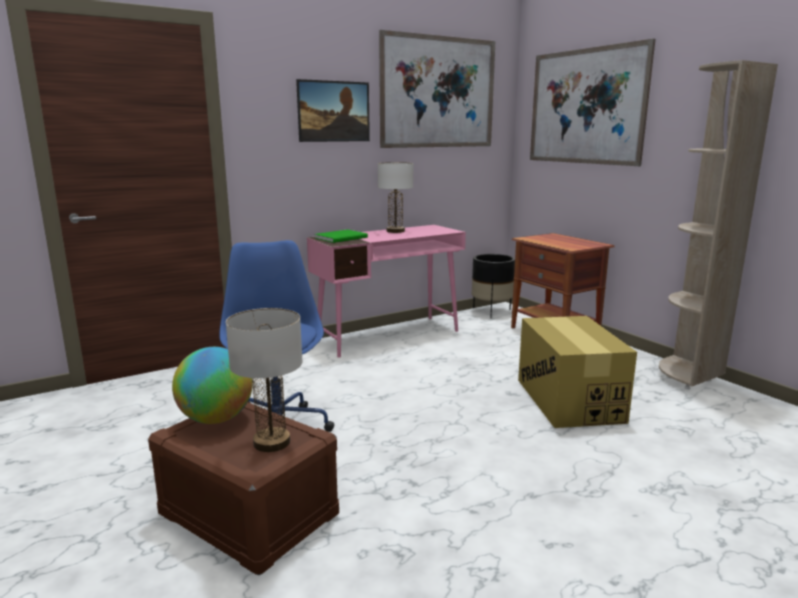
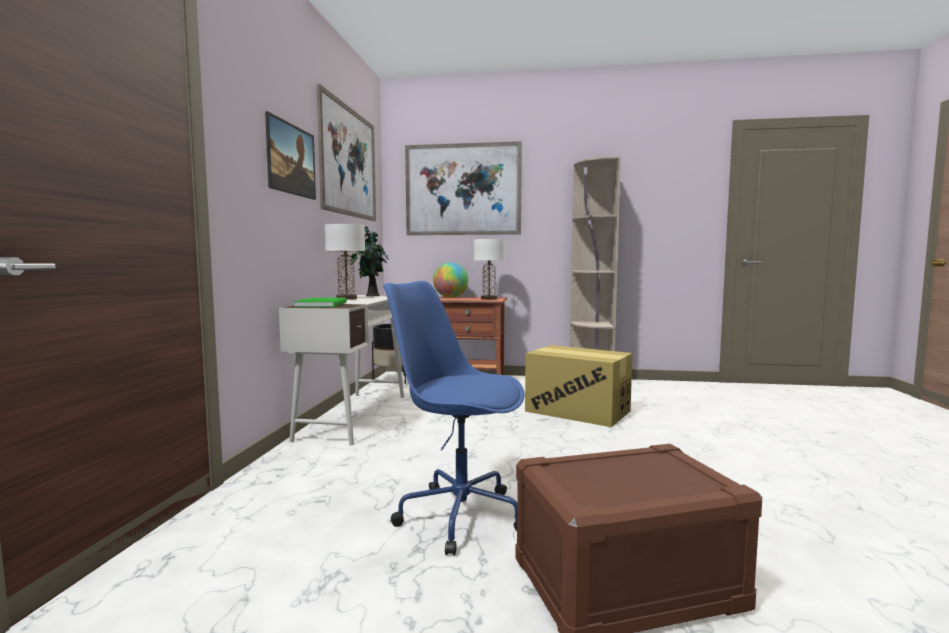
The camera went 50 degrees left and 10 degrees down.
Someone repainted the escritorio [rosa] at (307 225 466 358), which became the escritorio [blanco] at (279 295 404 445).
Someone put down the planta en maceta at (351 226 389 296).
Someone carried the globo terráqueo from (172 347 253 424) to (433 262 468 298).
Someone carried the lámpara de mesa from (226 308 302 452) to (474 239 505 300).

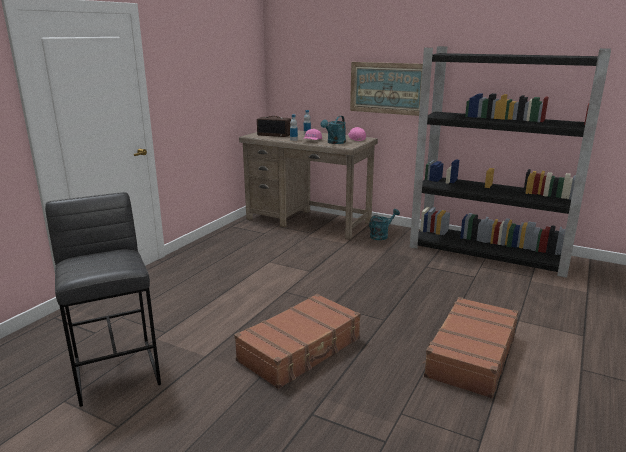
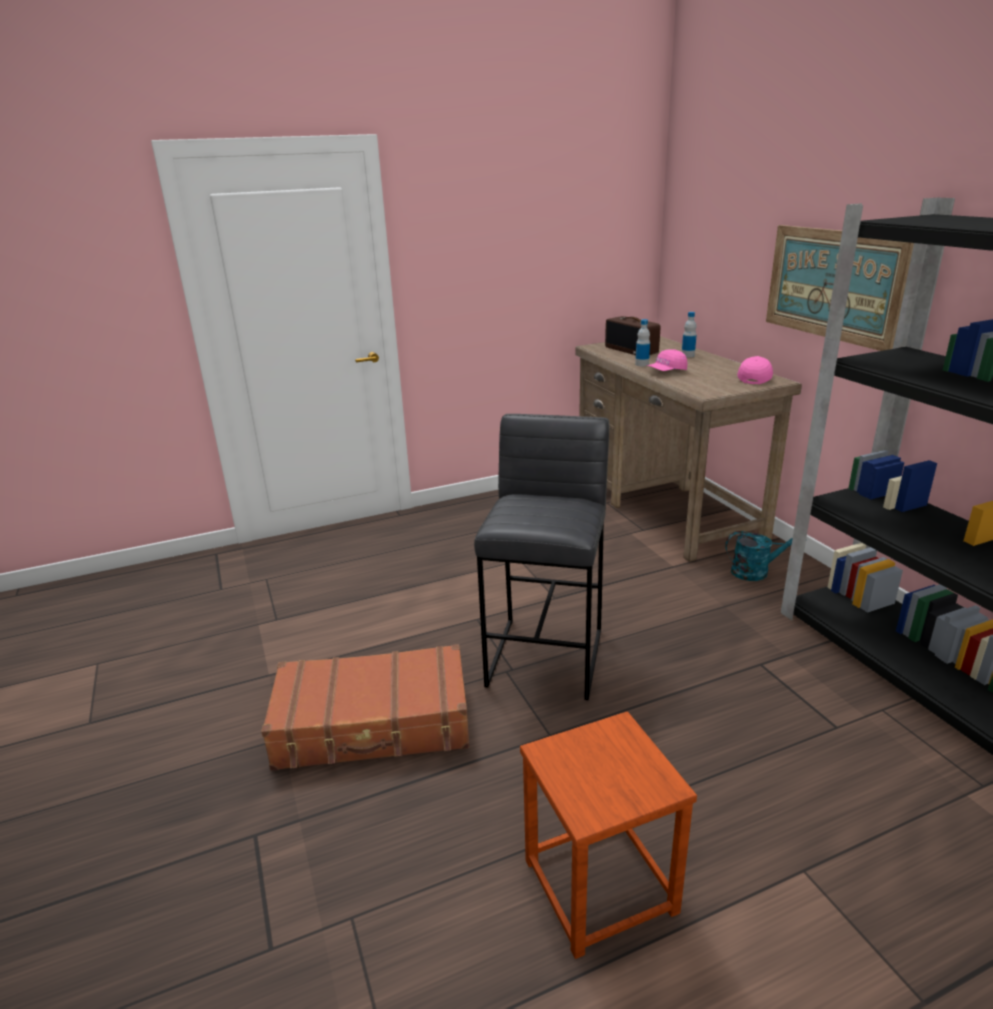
The camera went 40 degrees right and 5 degrees up.
Someone carried the taburete [gris] from (45 192 161 407) to (474 414 609 700).
Someone swapped the maleta [marrón] at (422 297 518 398) for the taburete [marrón] at (520 711 697 959).
Someone took away the regadera [turquesa] at (320 116 346 144).

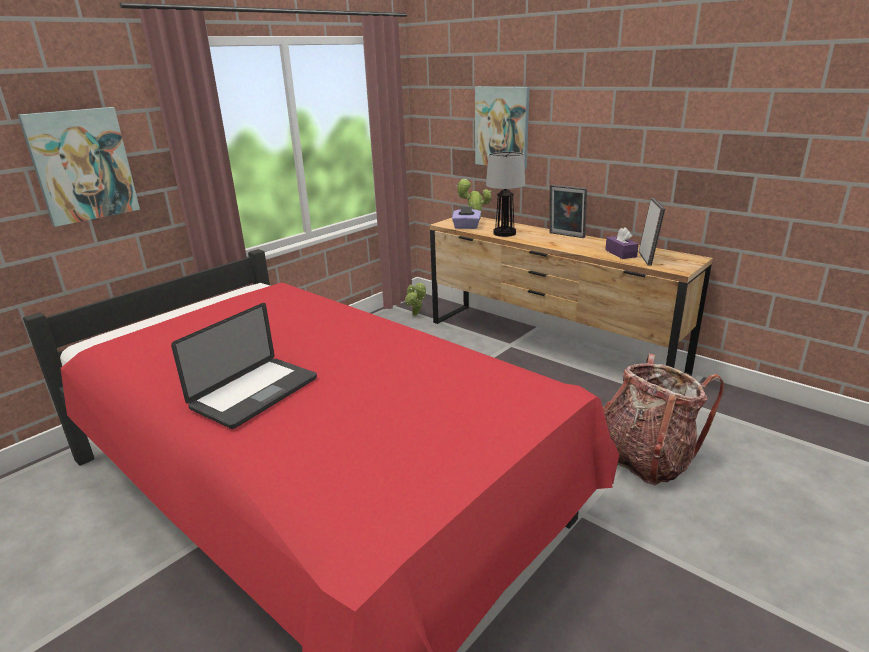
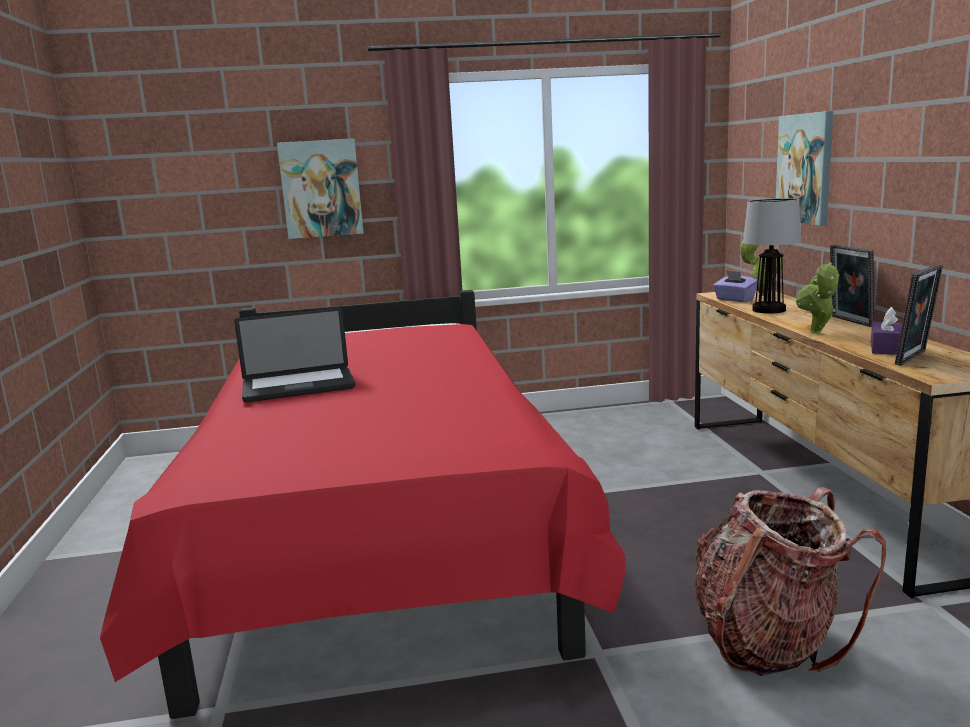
The camera went 40 degrees right and 10 degrees down.
Someone carried the planta en maceta from (405 282 426 316) to (796 262 839 334).

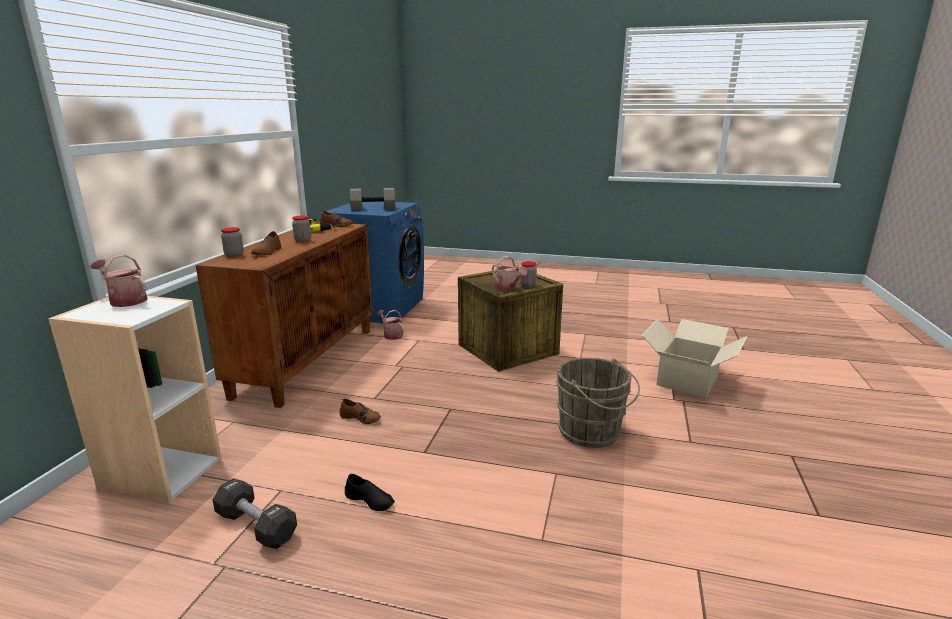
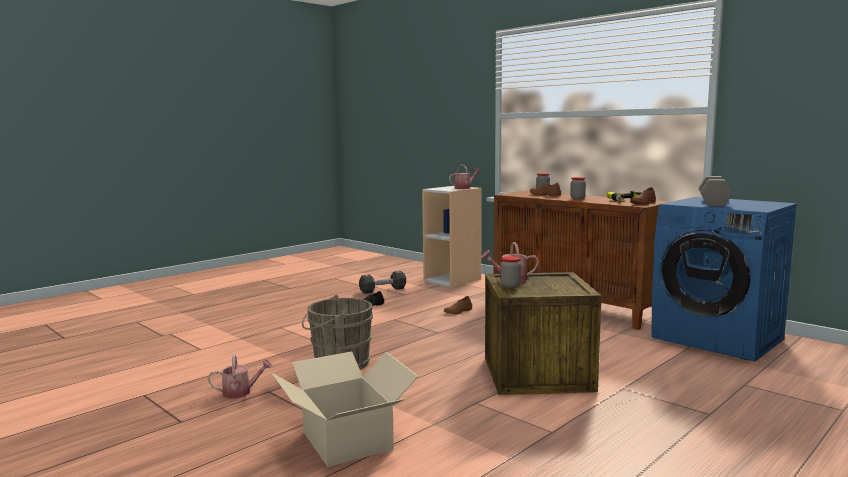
The camera went 120 degrees right and 10 degrees down.
Someone carried the regadera from (377 310 404 340) to (208 354 273 399).

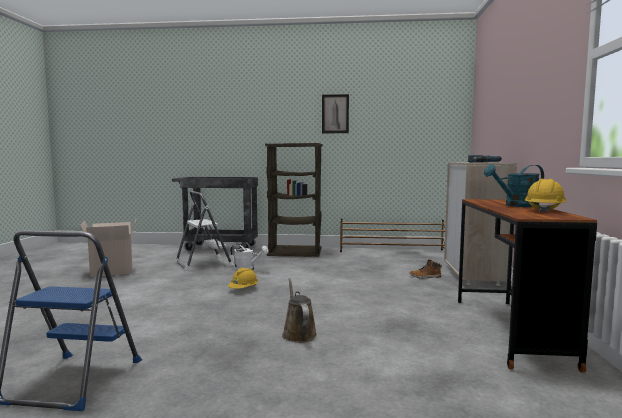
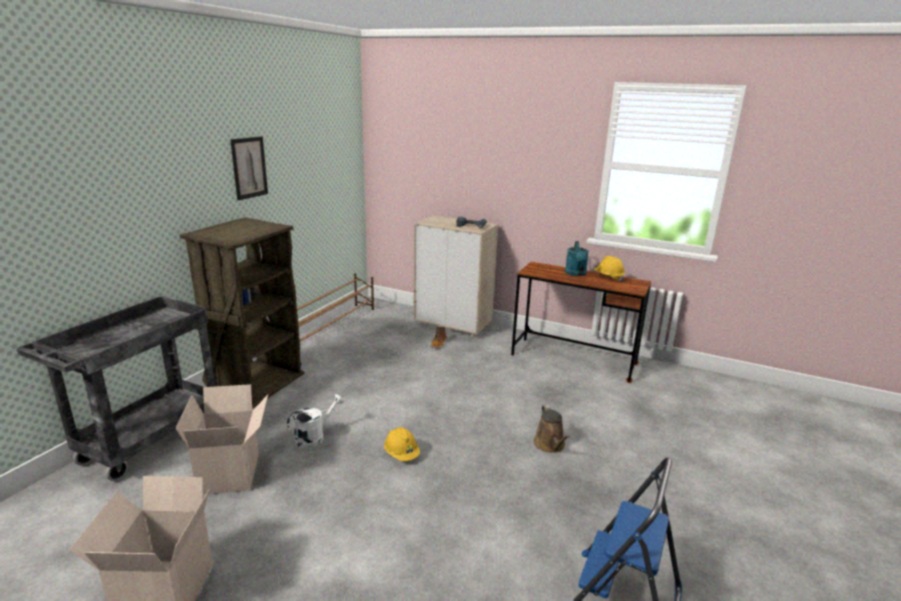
The camera went 70 degrees left and 15 degrees up.
Someone swapped the escalera de tijera [blanco] at (175 191 234 271) for the caja de cartón at (176 384 268 495).
Someone rotated the regadera [marrón] at (282 278 317 343) by 105 degrees counterclockwise.

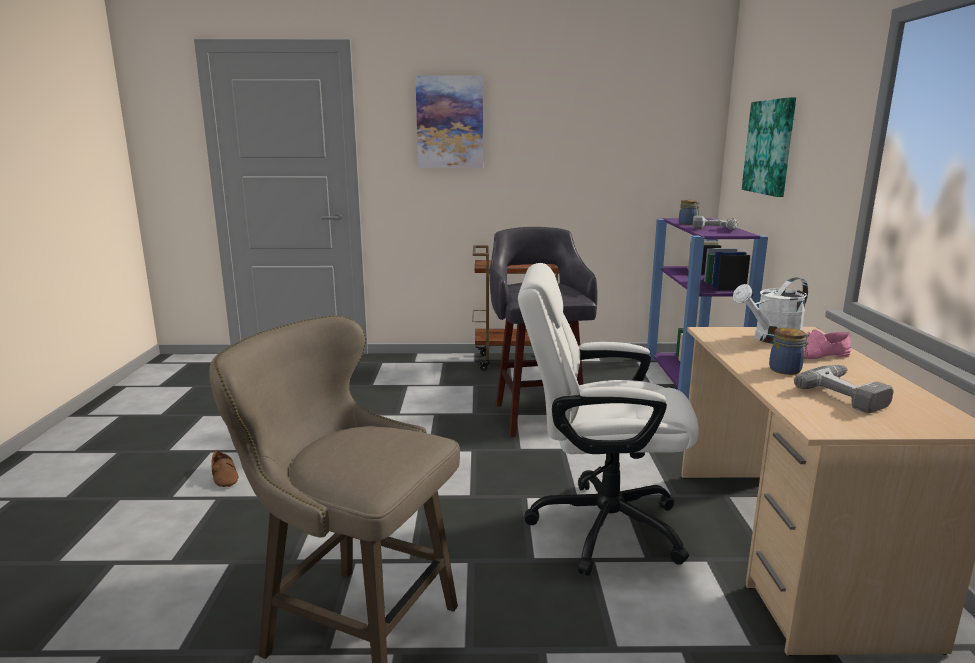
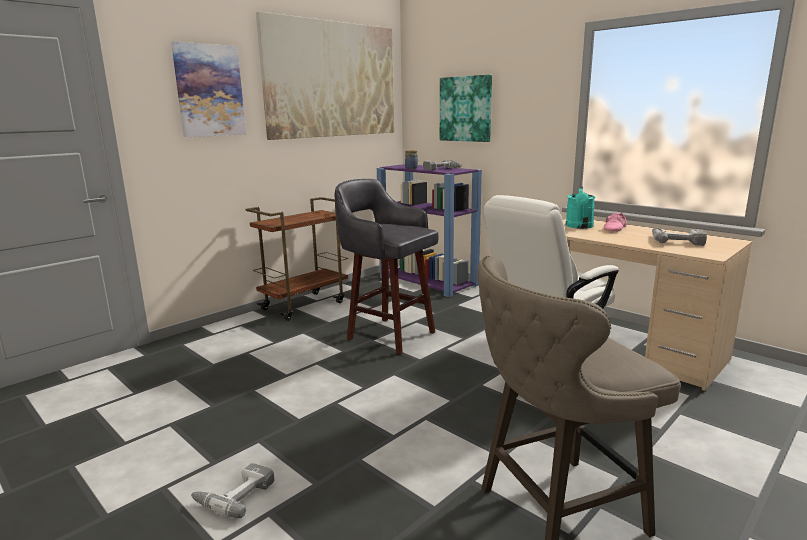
The camera went 45 degrees left and 0 degrees up.
Someone swapped the zapato [marrón] at (211 450 238 487) for the taladro at (191 463 275 518).
Someone put up the cuadro at (256 11 394 140).
Someone repainted the regadera [blanco] at (733 277 808 344), which became the regadera [turquesa] at (565 186 595 229).
Someone took away the tarro at (769 328 809 375).

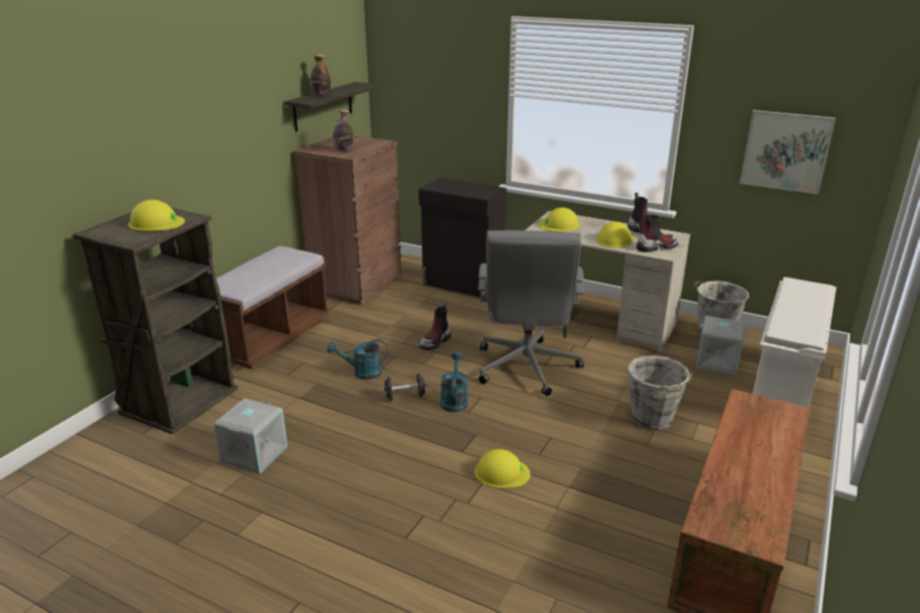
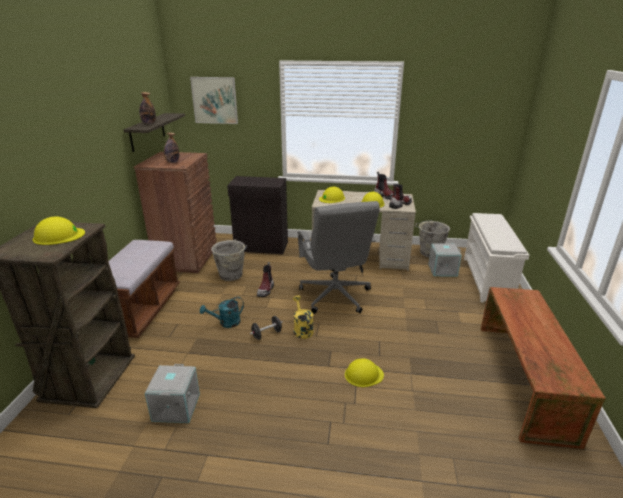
The camera went 20 degrees left and 0 degrees up.
Someone carried the cuadro from (740 110 836 194) to (190 77 238 124).
Someone carried the cubo [gris] from (628 355 692 430) to (211 240 247 281).
Someone repainted the regadera [turquesa] at (440 352 468 412), which became the regadera [amarillo] at (293 296 313 339).

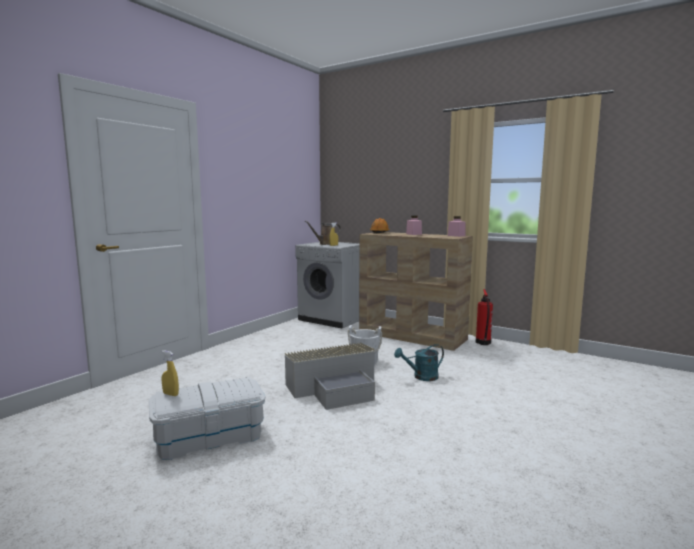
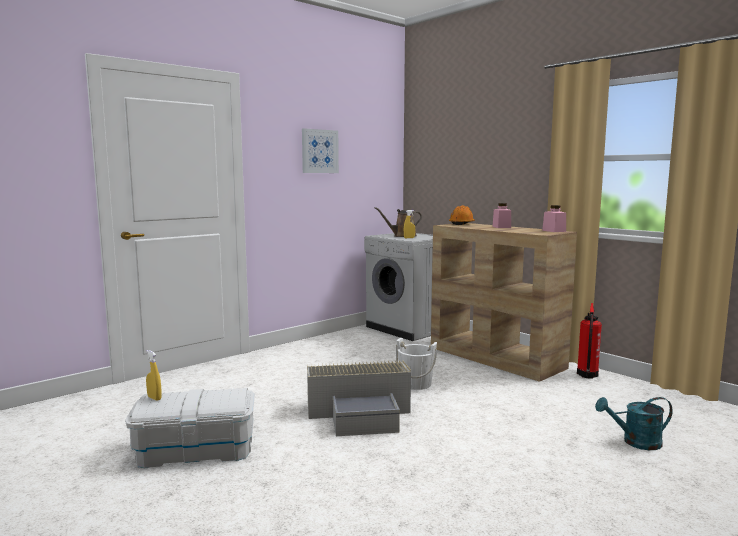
The camera went 15 degrees right and 0 degrees up.
Someone put up the cuadro at (302 128 339 173).
Someone carried the regadera [turquesa] from (394 344 444 381) to (595 397 673 450).

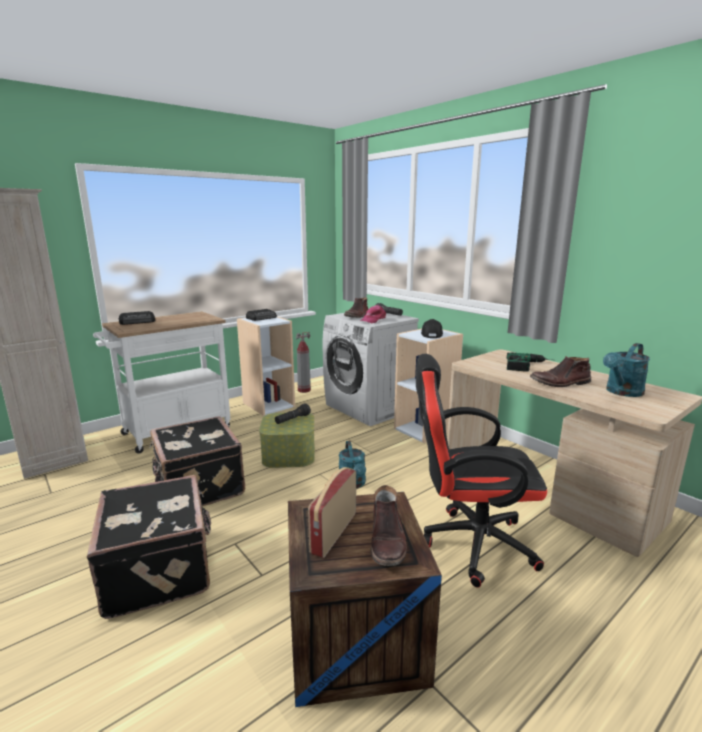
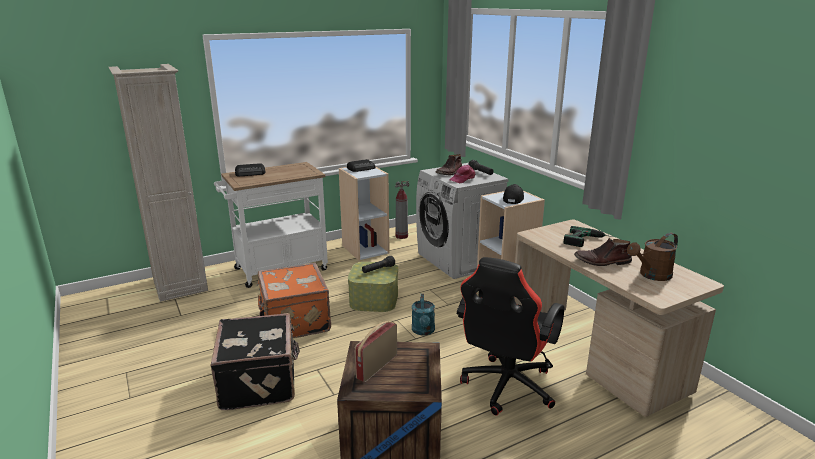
The camera went 10 degrees right and 5 degrees up.
Someone repainted the maleta [negro] at (150 416 245 506), which became the maleta [naranja] at (257 263 331 338).
Someone rotated the silla de oficina [negro] at (416 354 547 588) by 75 degrees counterclockwise.
Someone repainted the regadera [turquesa] at (603 343 650 397), which became the regadera [marrón] at (627 233 678 281).
Someone took away the bota [marrón] at (371 485 407 566).

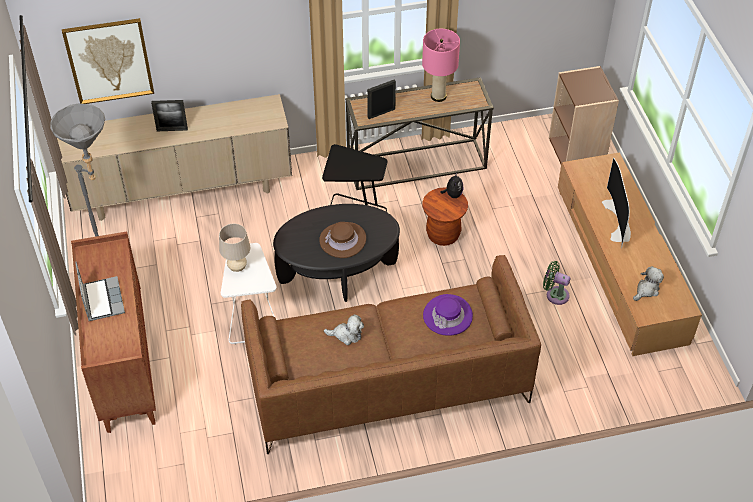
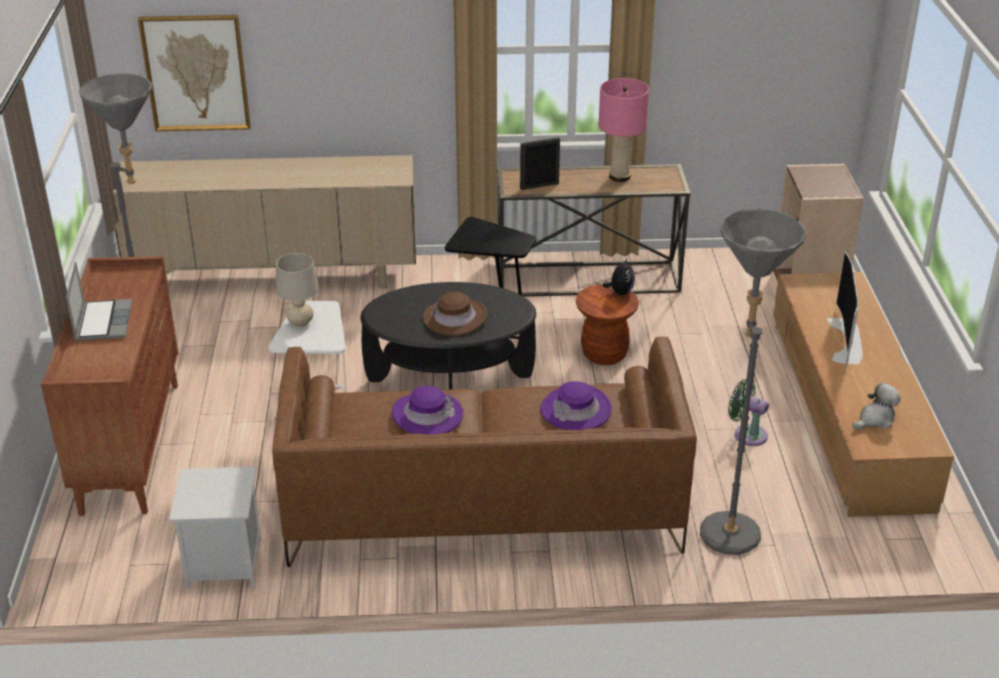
The camera went 10 degrees right and 15 degrees down.
Someone put down the mesita de noche [gris] at (169 467 261 589).
Someone swapped the peluche at (324 314 364 345) for the sombrero [morado] at (392 386 463 435).
Someone put down the lámpara de pie [gris] at (700 208 807 555).
Someone took away the portarretratos at (151 100 188 131).

